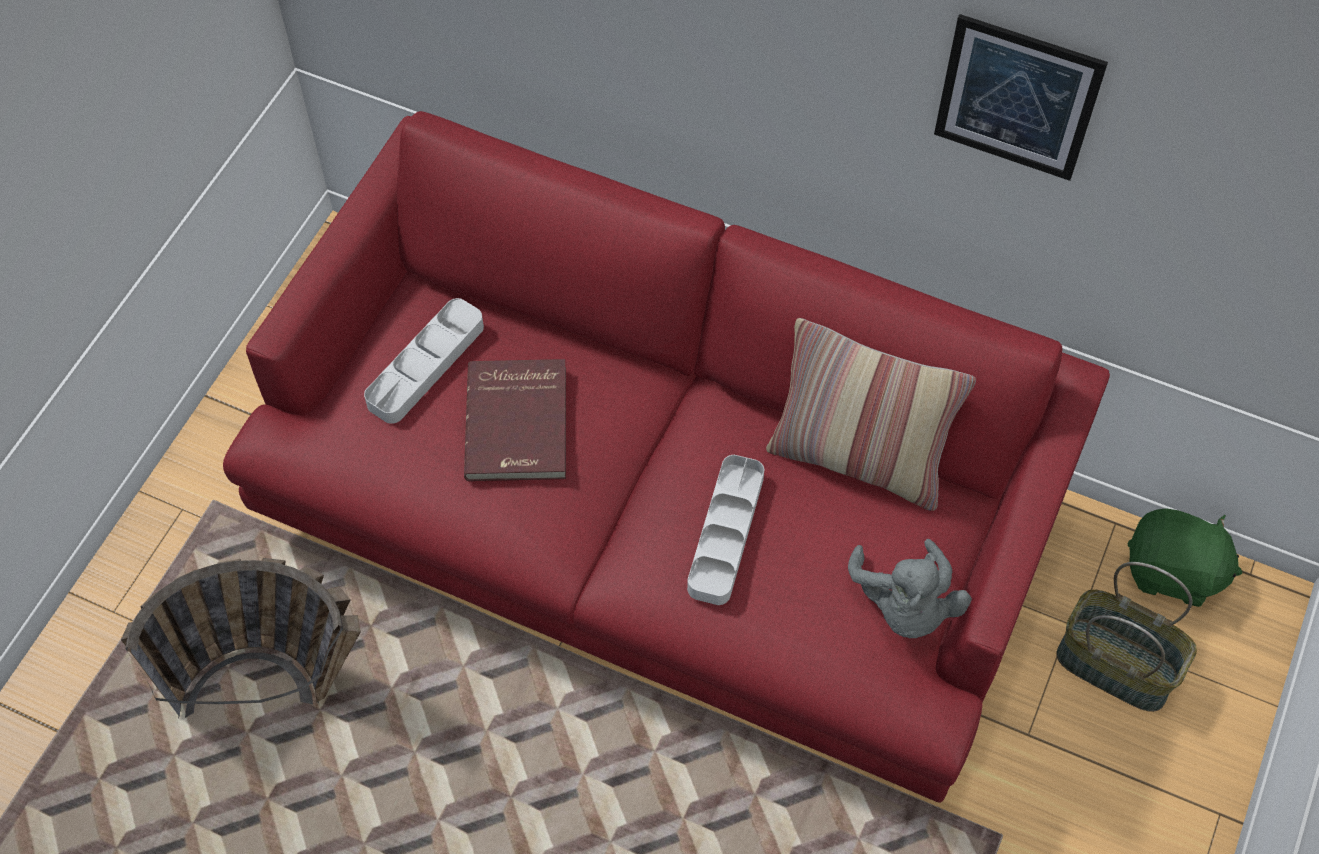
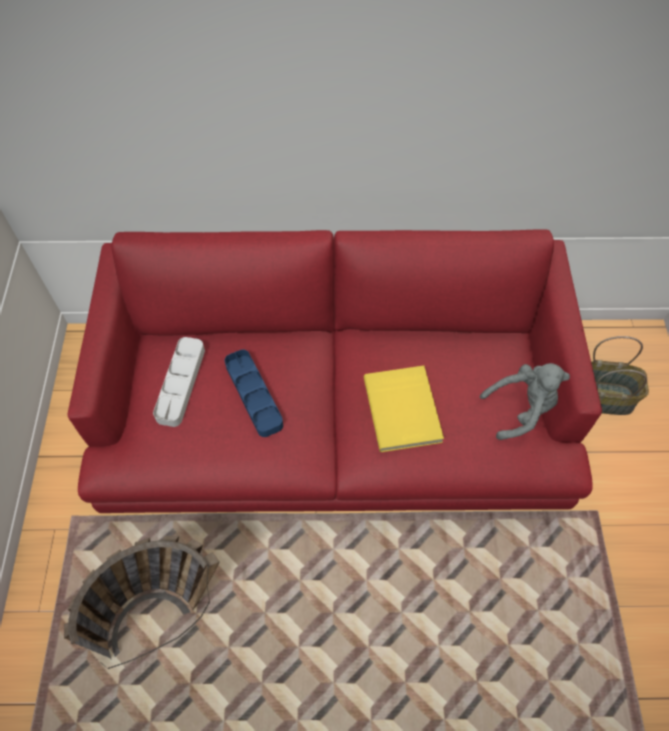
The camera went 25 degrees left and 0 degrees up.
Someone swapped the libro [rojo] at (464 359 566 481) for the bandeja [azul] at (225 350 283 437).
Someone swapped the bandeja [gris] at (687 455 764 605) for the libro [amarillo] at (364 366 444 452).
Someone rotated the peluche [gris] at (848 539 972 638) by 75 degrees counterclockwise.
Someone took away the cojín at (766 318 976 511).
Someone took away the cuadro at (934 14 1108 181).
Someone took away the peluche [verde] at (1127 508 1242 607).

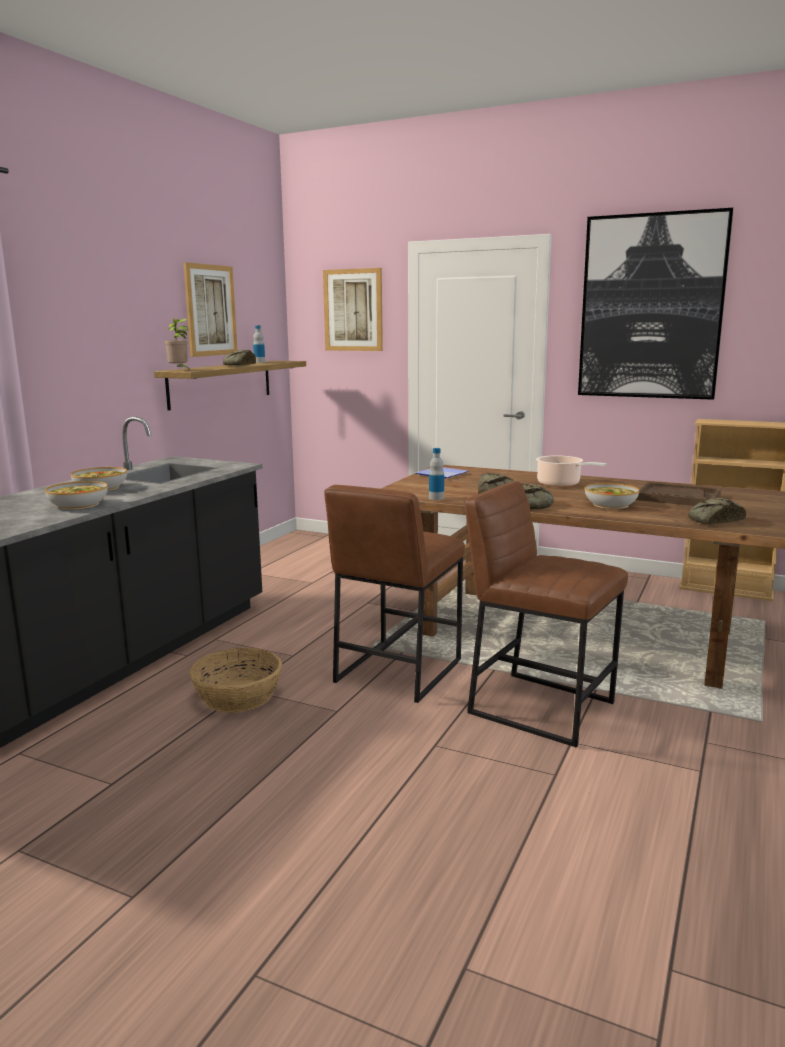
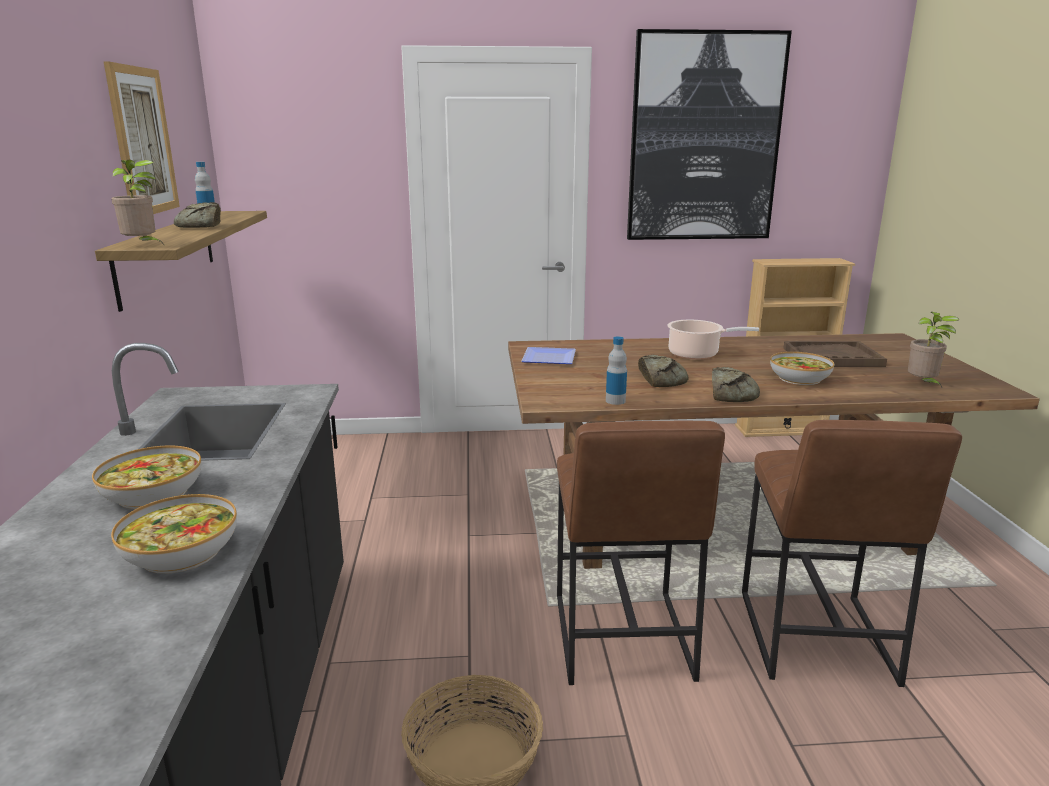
The camera went 30 degrees left and 5 degrees up.
Someone rotated the silla [marrón] at (465 481 628 747) by 90 degrees counterclockwise.
Someone swapped the pan at (688 498 746 525) for the planta en maceta at (908 312 959 387).
Someone took away the cuadro at (323 268 383 351).

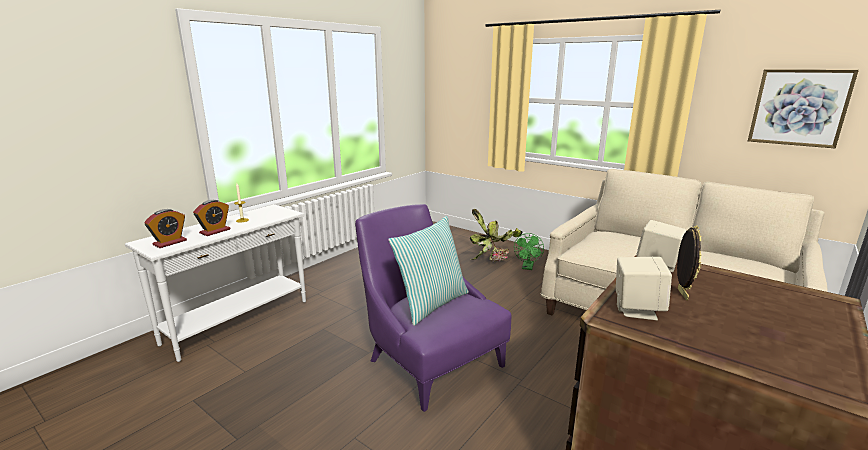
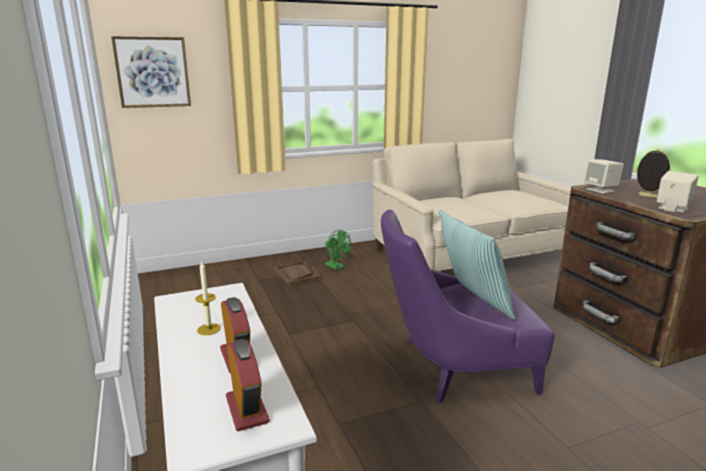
The camera went 60 degrees left and 0 degrees up.
Someone carried the cuadro from (748 69 859 148) to (111 36 191 108).
Someone swapped the planta en maceta at (470 209 522 263) for the bandeja [marrón] at (274 261 321 286).

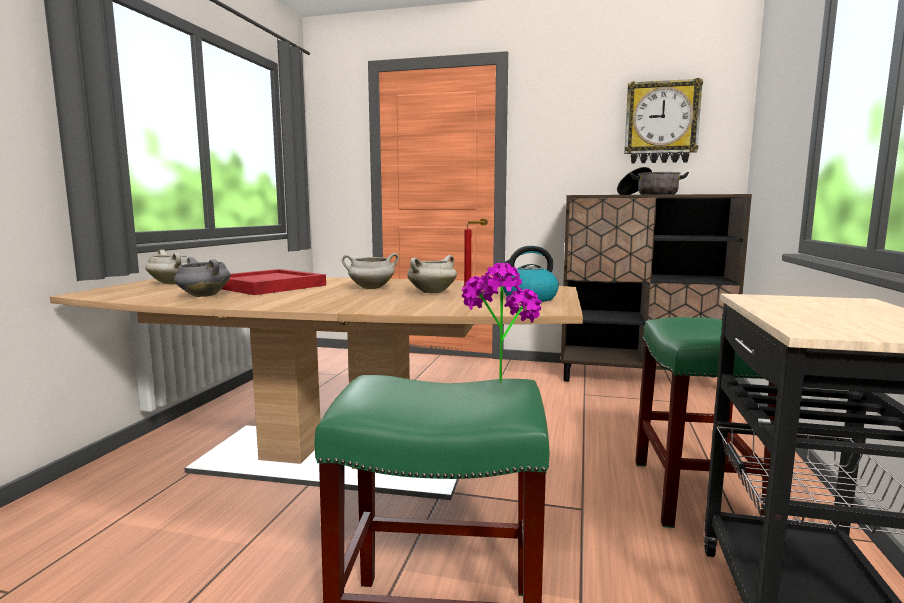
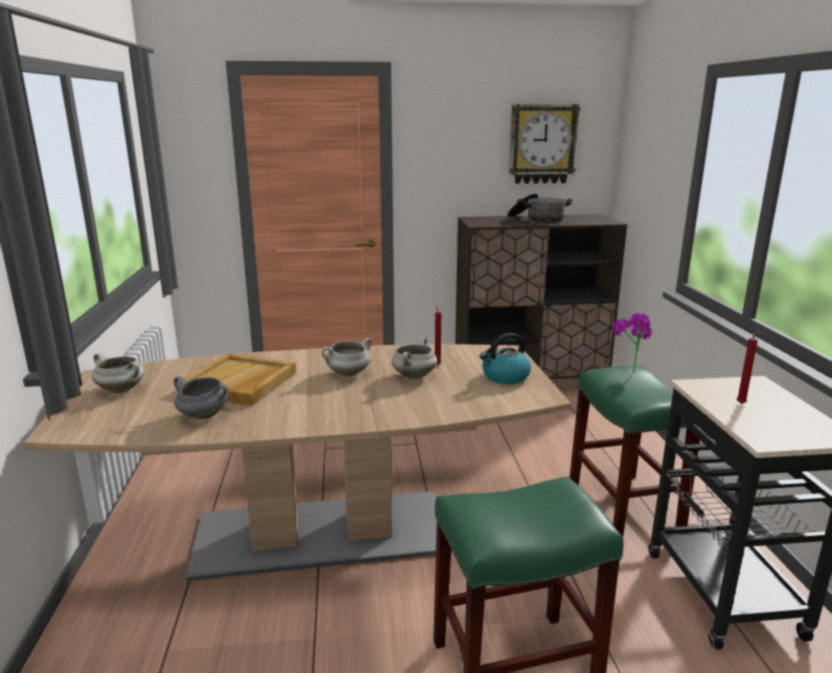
The camera went 20 degrees left and 10 degrees up.
Someone repainted the bandeja [rojo] at (222 269 326 295), which became the bandeja [beis] at (178 353 296 406).
Someone carried the planta en maceta from (462 263 541 383) to (612 313 652 373).
Someone put down the vela [rojo] at (737 331 760 404).

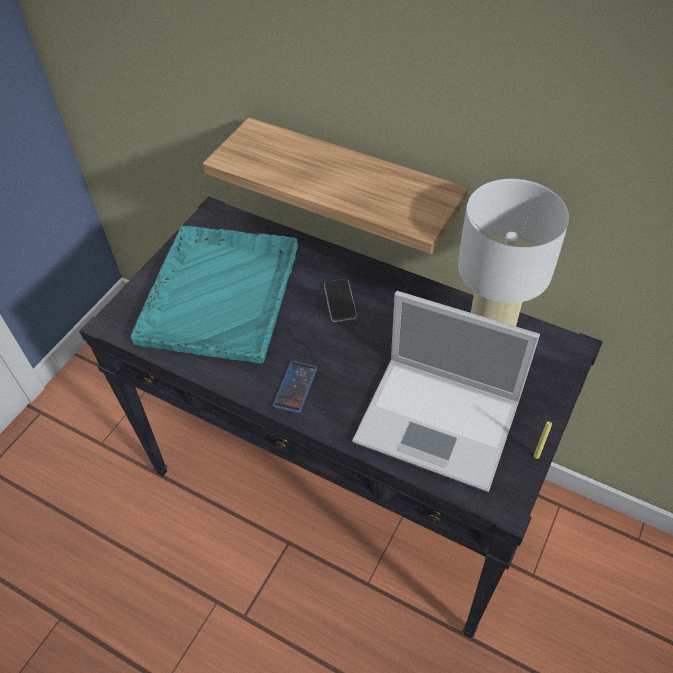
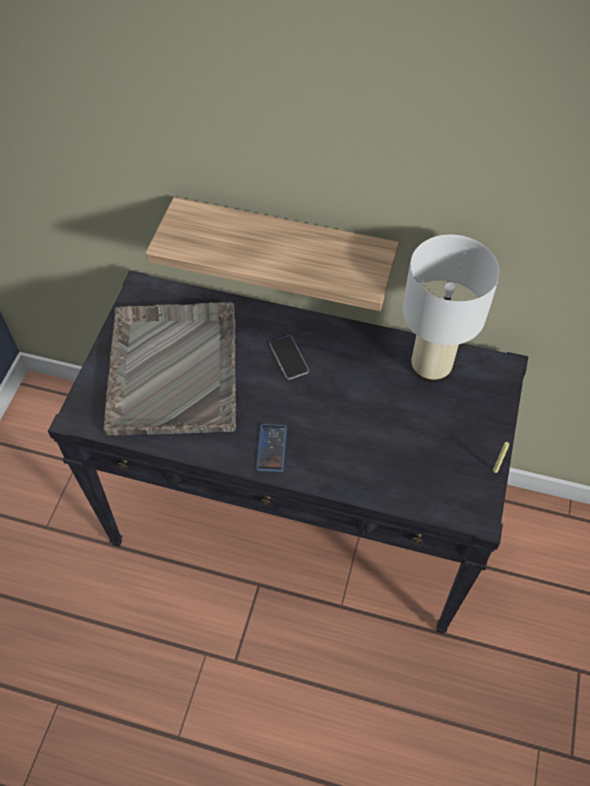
The camera went 15 degrees left and 5 degrees up.
Someone repainted the bandeja [turquesa] at (130 226 298 364), which became the bandeja [gris] at (103 302 236 435).
Someone took away the portátil at (352 291 540 492).

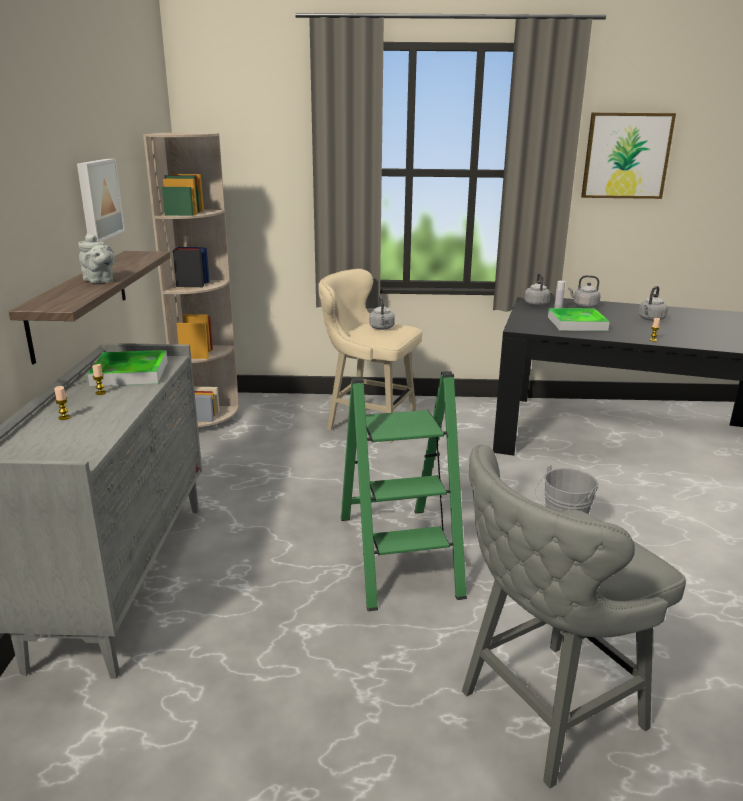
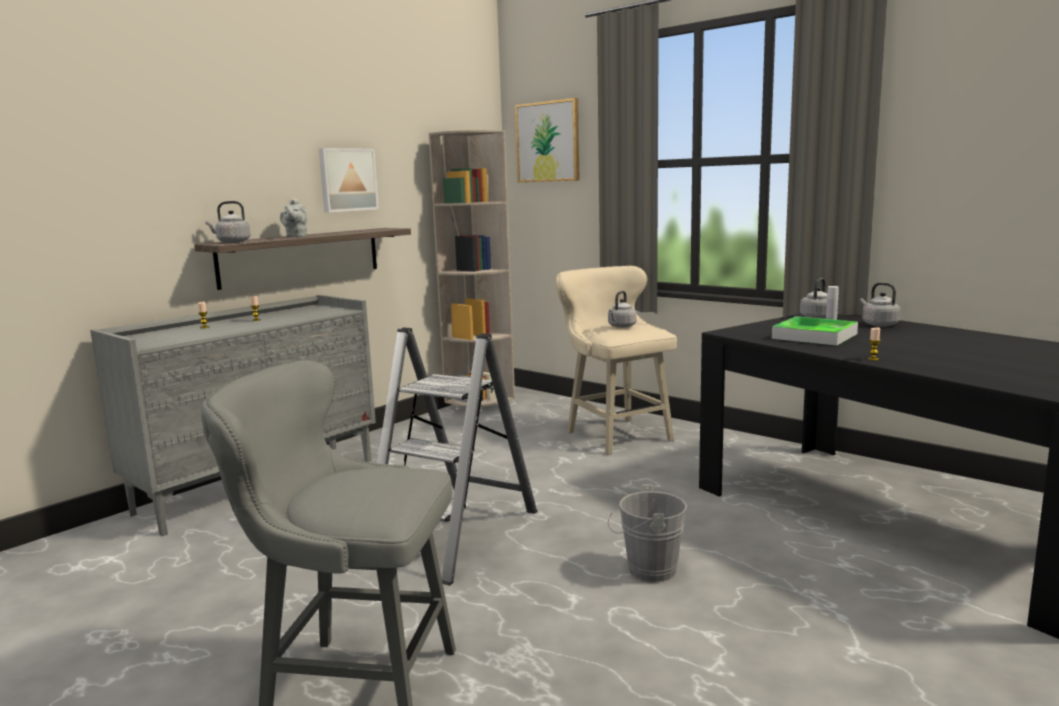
The camera went 40 degrees right and 10 degrees down.
Someone carried the hervidor [gris] from (638 286 668 321) to (205 201 251 243).
Someone repainted the escalera de tijera [verde] at (341 371 467 611), which became the escalera de tijera [gris] at (377 327 538 585).
Someone carried the cuadro from (581 113 676 199) to (515 98 580 182).
Someone took away the bandeja at (88 350 168 386).

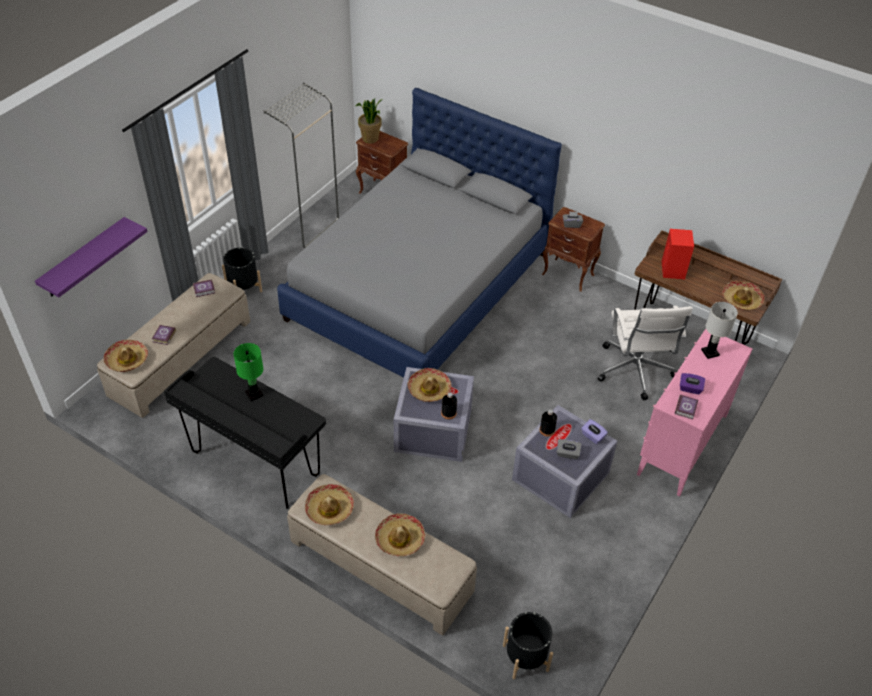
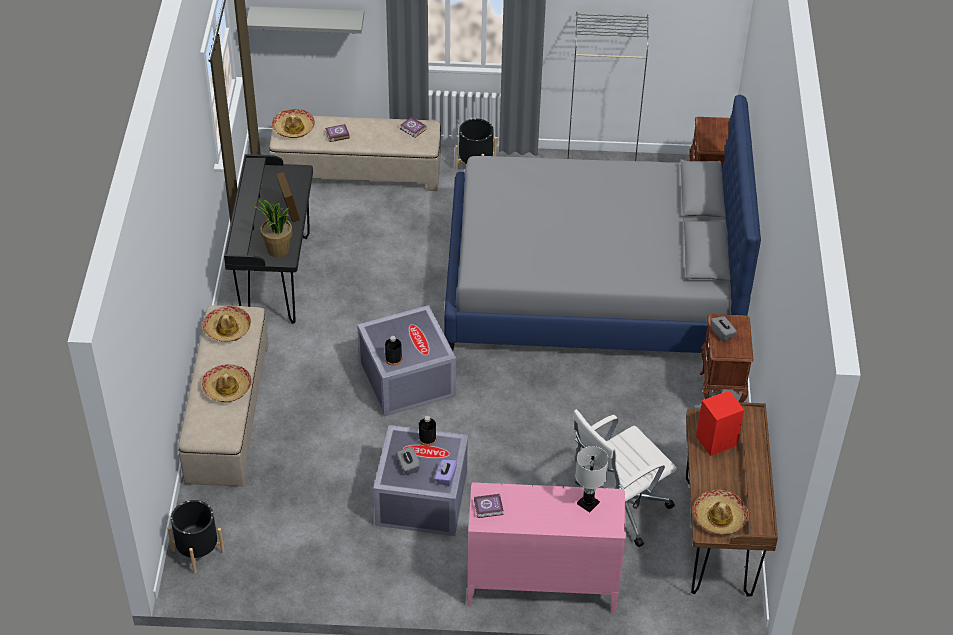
The camera went 60 degrees right and 0 degrees up.
Someone repainted the estante [morado] at (35 217 148 297), which became the estante [gris] at (247 6 364 34).
Someone carried the planta en maceta from (356 98 383 143) to (254 200 292 257).
Someone swapped the lámpara de mesa [verde] at (233 343 263 401) for the portarretratos at (276 172 300 222).
Someone took away the sombrero at (408 368 452 402).
Someone took away the caja de pañuelos [morado] at (680 373 705 394).

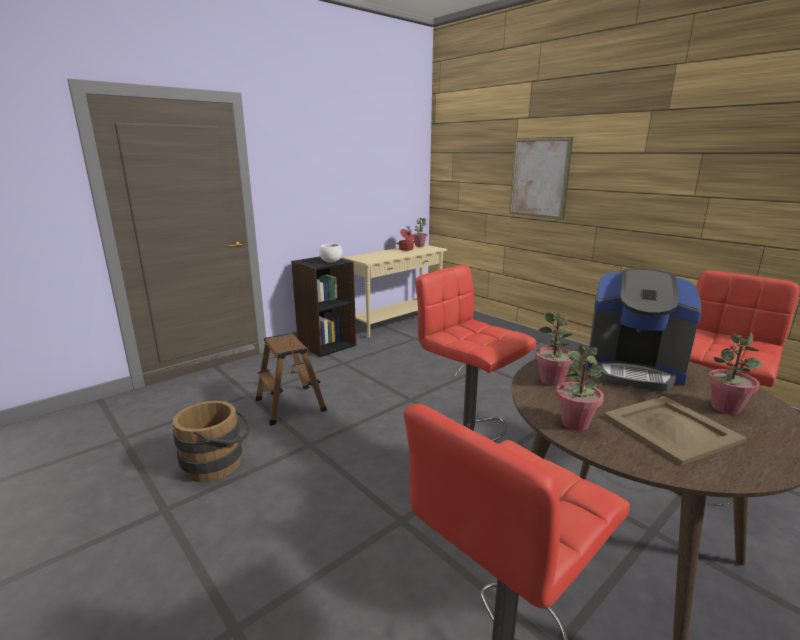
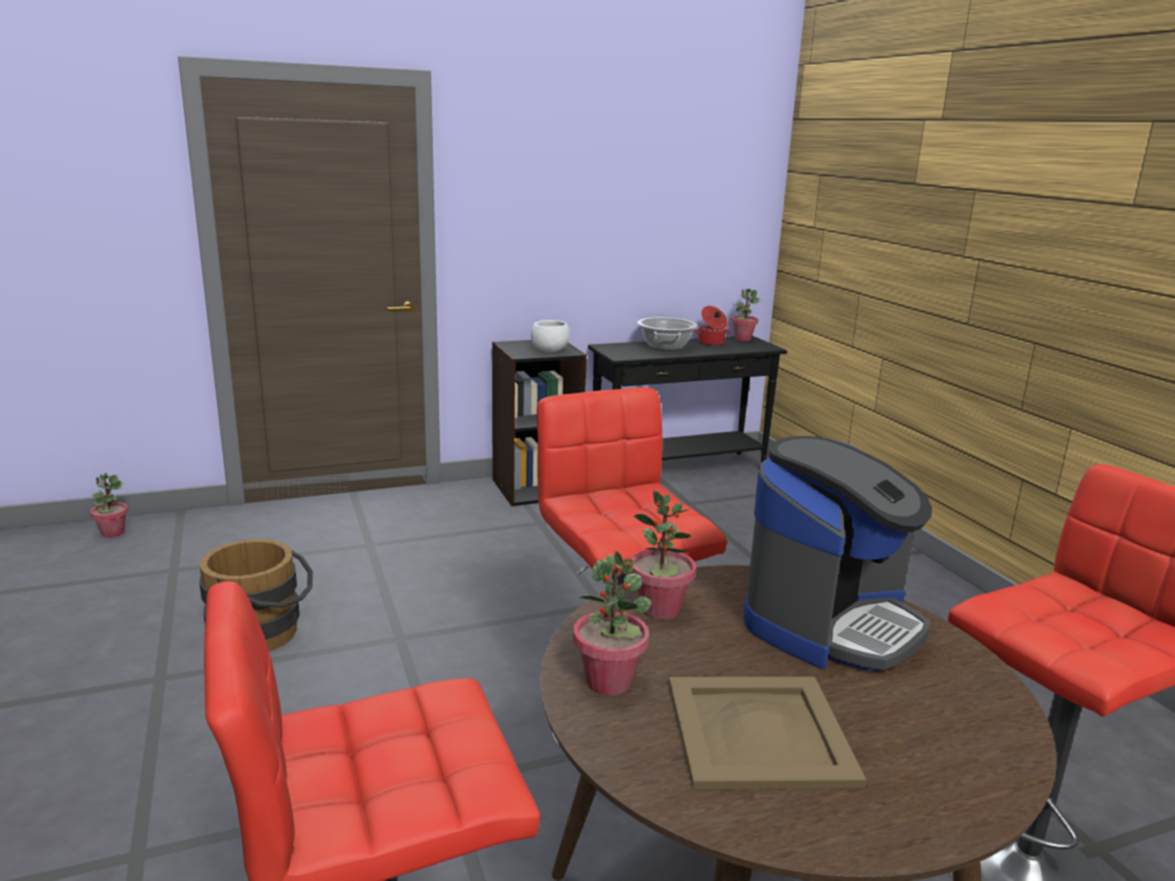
The camera went 20 degrees right and 0 degrees up.
Someone carried the planta en maceta from (708 332 762 415) to (90 473 128 537).
Someone repainted the mesa consola [beis] at (342 244 447 338), which became the mesa consola [negro] at (588 336 787 463).
Someone put down the olla at (637 317 698 351).
Someone rotated the cafetera at (586 269 702 391) by 90 degrees counterclockwise.
Someone took away the escalera de tijera [marrón] at (255 333 327 426).
Someone took away the cuadro at (509 137 573 220).

